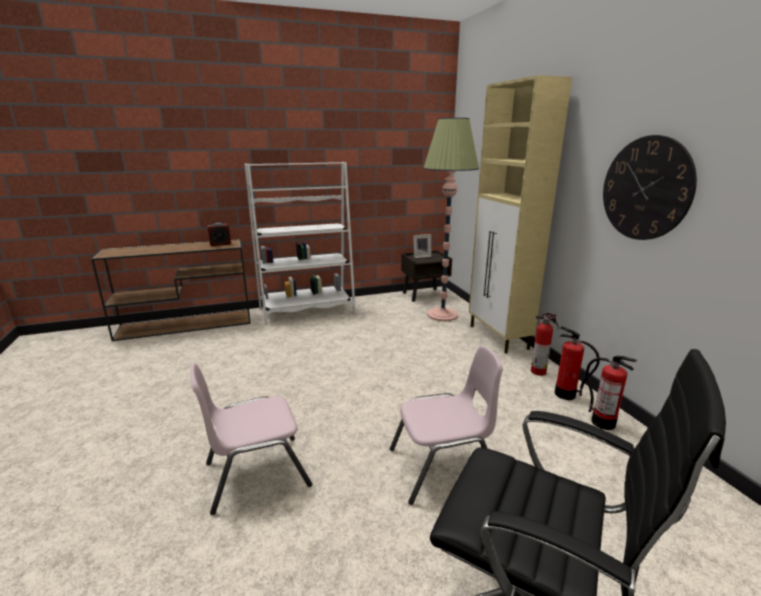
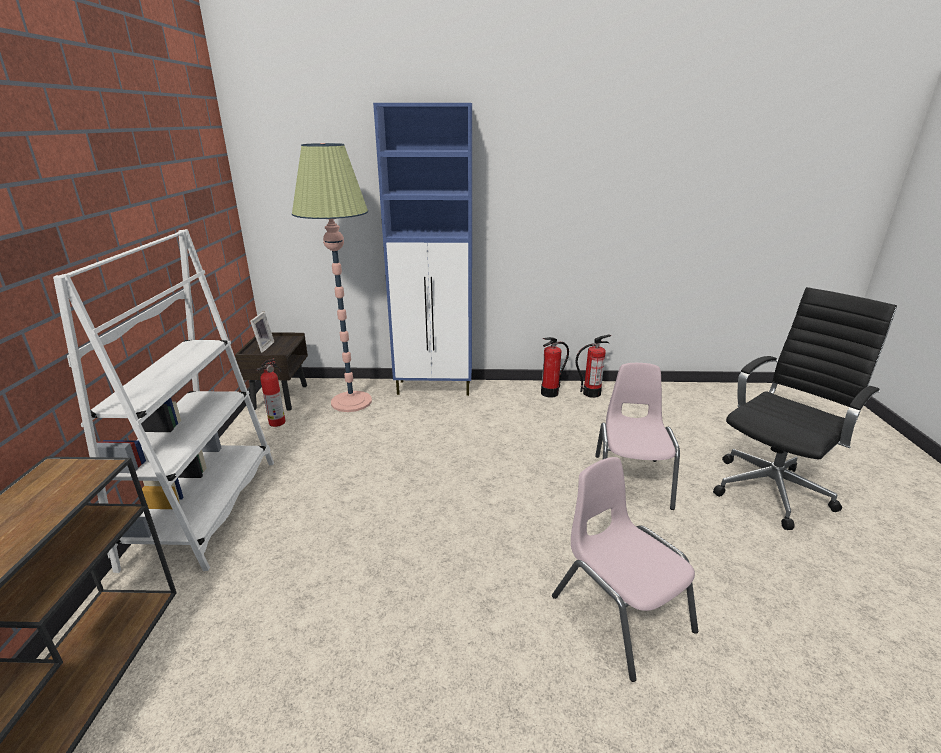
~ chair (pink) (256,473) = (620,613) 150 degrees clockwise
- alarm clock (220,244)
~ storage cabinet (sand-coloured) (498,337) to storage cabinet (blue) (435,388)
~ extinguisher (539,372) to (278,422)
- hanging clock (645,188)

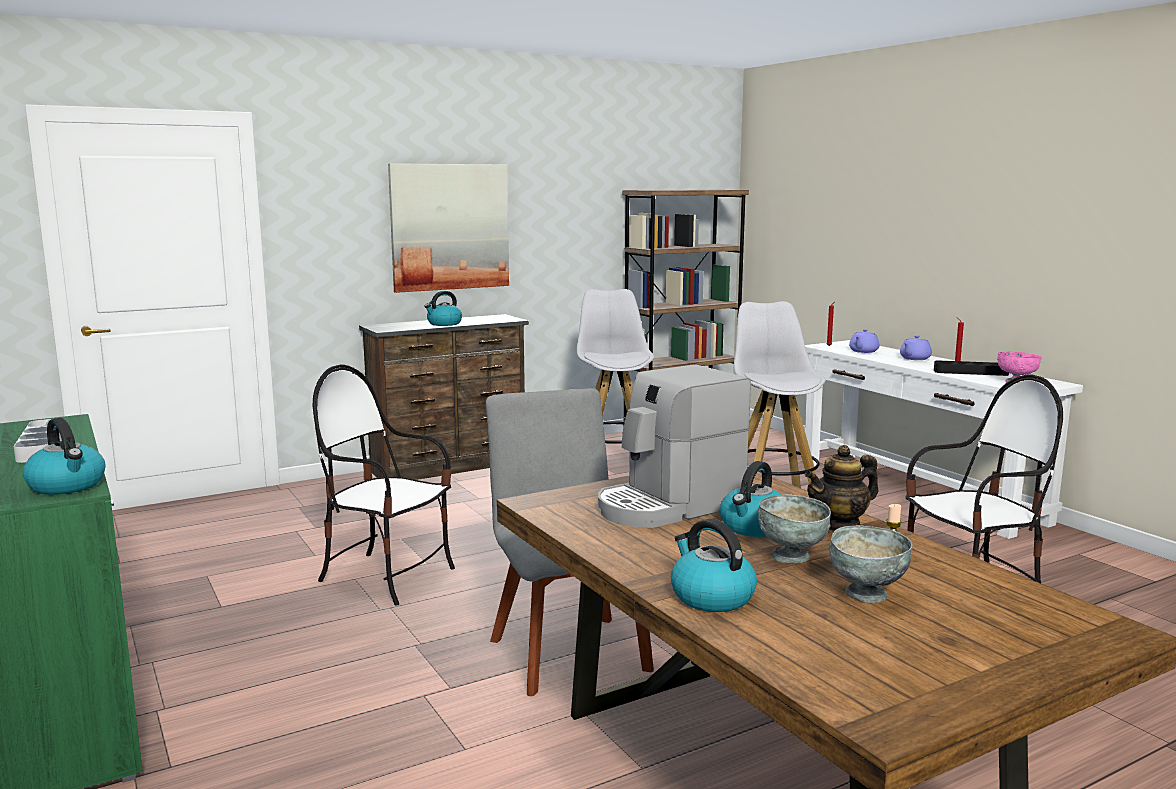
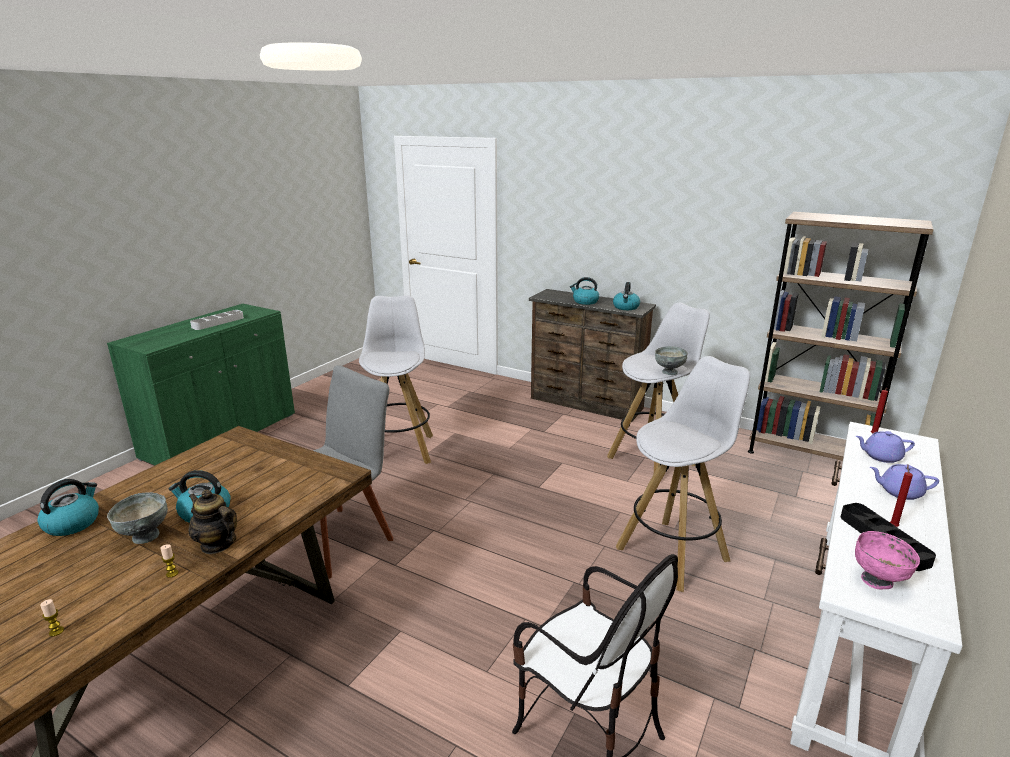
~ kettle (68,486) to (626,307)
~ chair (387,577) to stool seat (white) (399,449)
- picture (449,227)
- coffee maker (668,506)
~ serving bowl (grey) (867,595) to (669,372)
+ wax light (56,631)

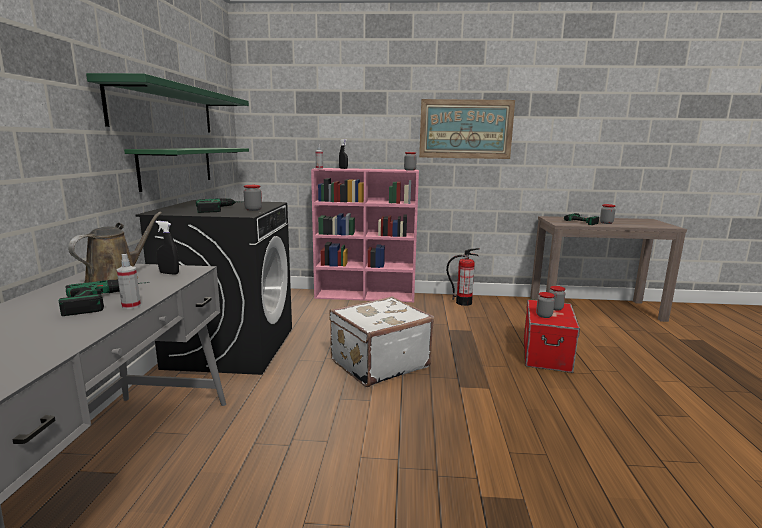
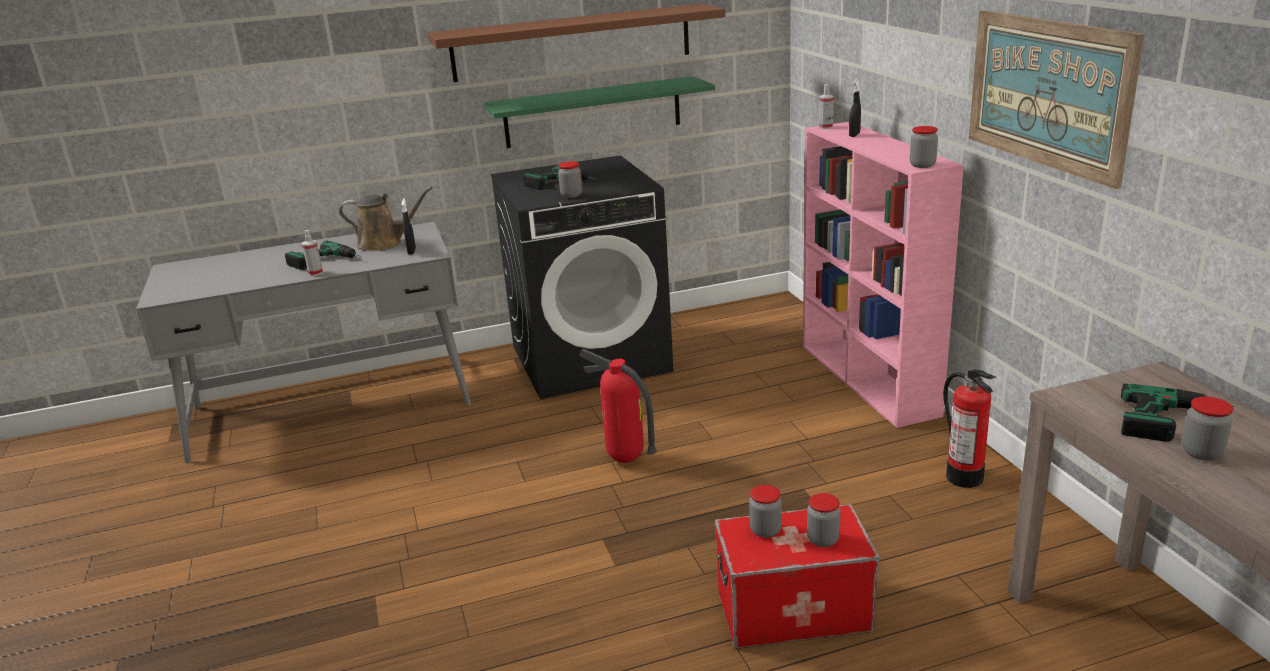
~ bracket shelf (green) (165,110) to bracket shelf (brownish) (572,42)
~ suitcase (white) (378,363) to extinguisher (624,460)

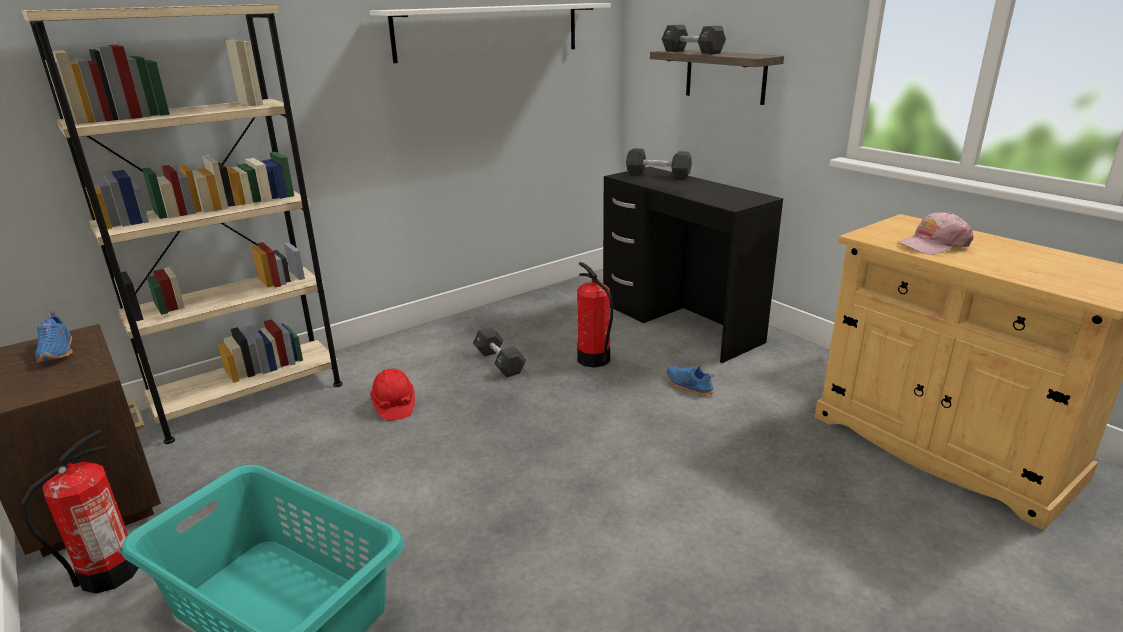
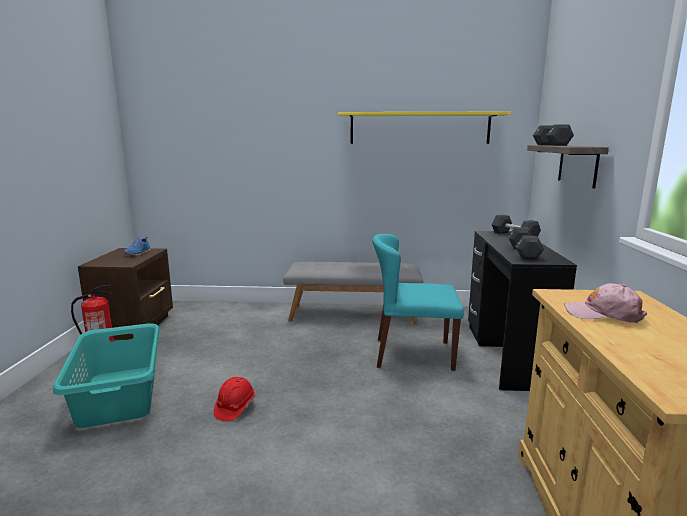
- bookshelf (sand-coloured) (249,397)
~ bracket shelf (white) (489,31) to bracket shelf (yellow-coloured) (419,128)
~ hard hat (reddish) (394,405) to (234,408)
~ dumbbell (blackish) (499,362) to (523,253)
~ extinguisher (593,359) to chair (blue-green) (413,354)
- item of footwear (blue) (688,386)
+ indoor bench (grey) (353,314)

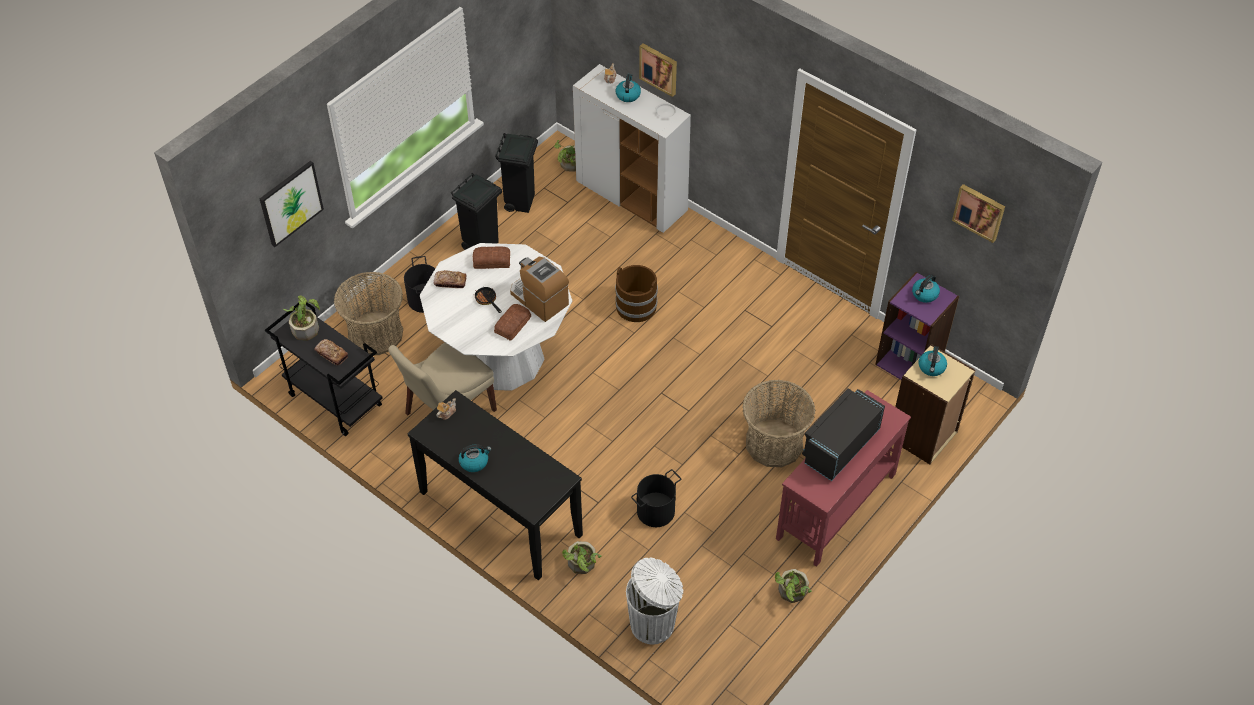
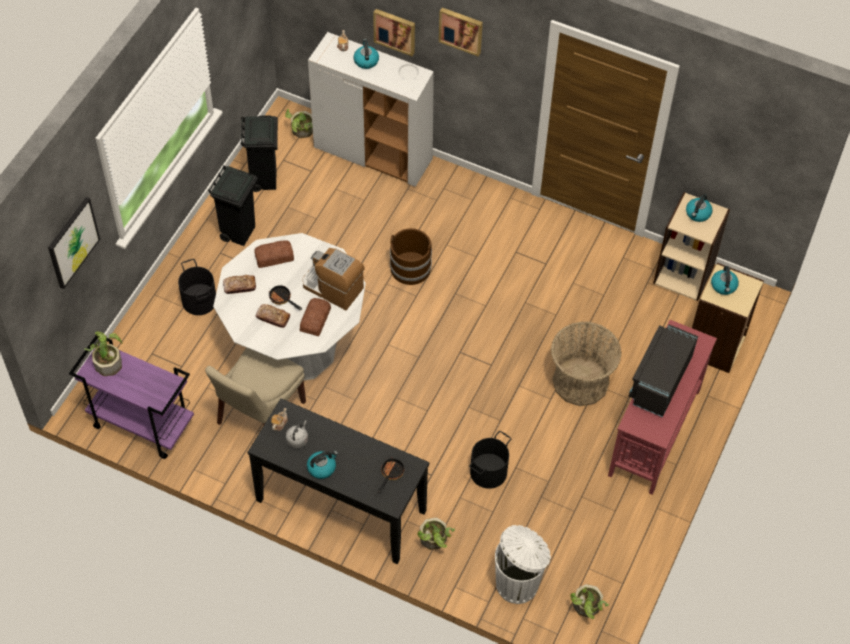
~ trolley (blackish) (334,400) to trolley (purplish) (141,424)
~ bread (331,354) to (273,318)
- household basket (375,333)
~ houseplant (791,594) to (586,608)
~ bookshelf (purplish) (909,362) to bookshelf (sand-coloured) (684,274)
~ picture (979,212) to (461,30)
+ kettle (grey) (297,439)
+ frying pan (390,474)

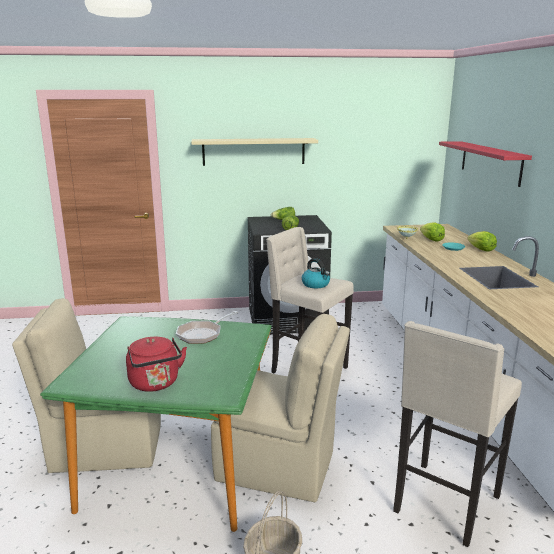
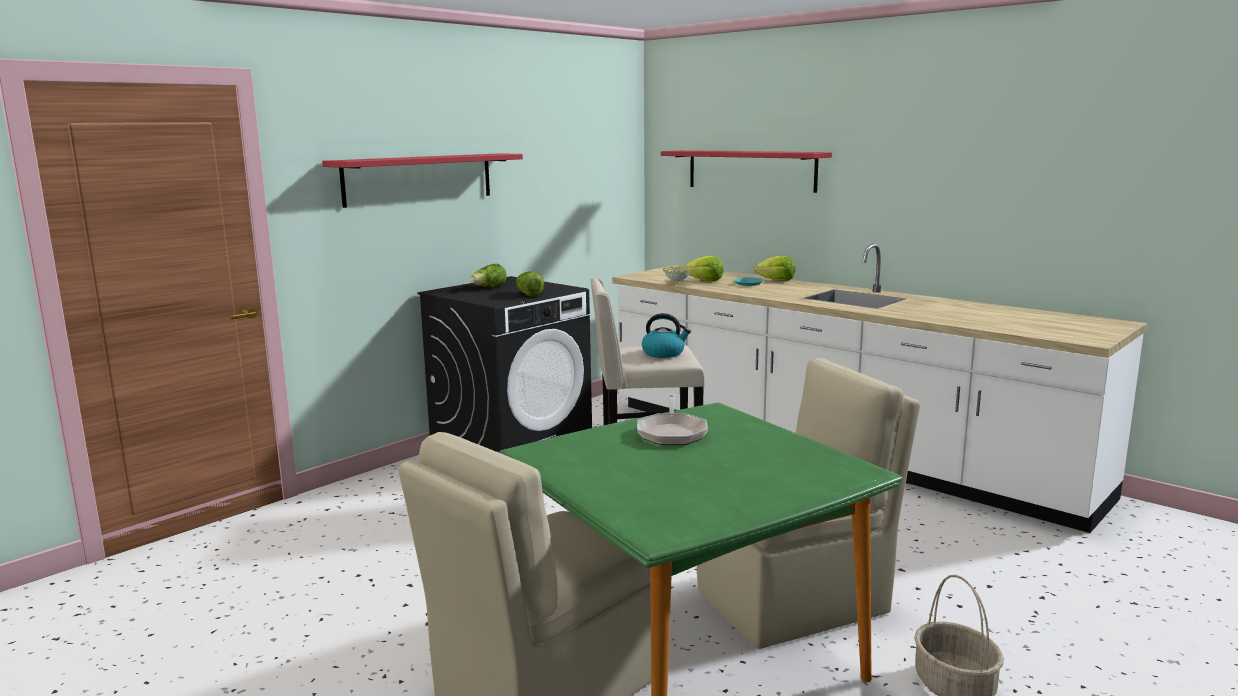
- kettle (reddish) (155,384)
~ bracket shelf (sand-coloured) (253,151) to bracket shelf (reddish) (419,179)
- stool seat (sand-coloured) (444,505)

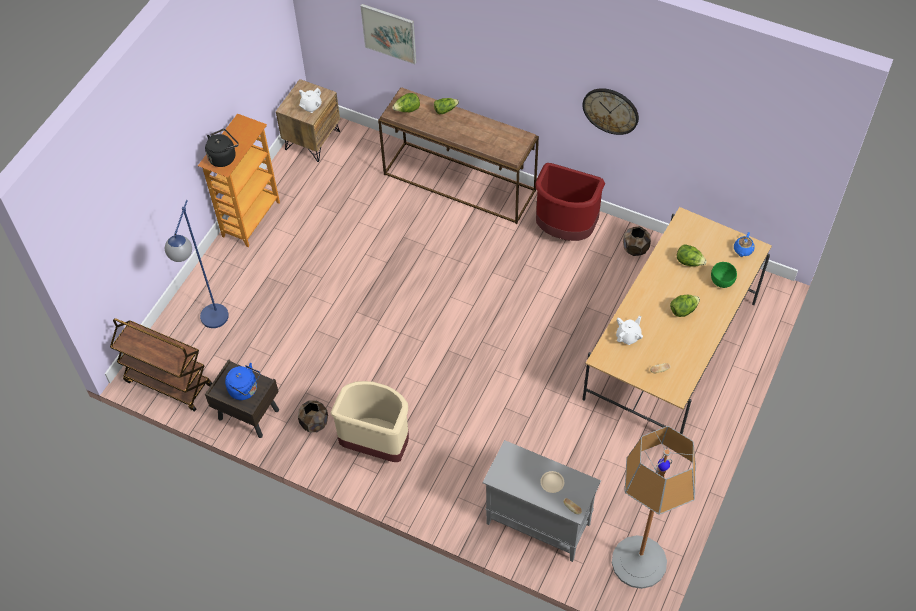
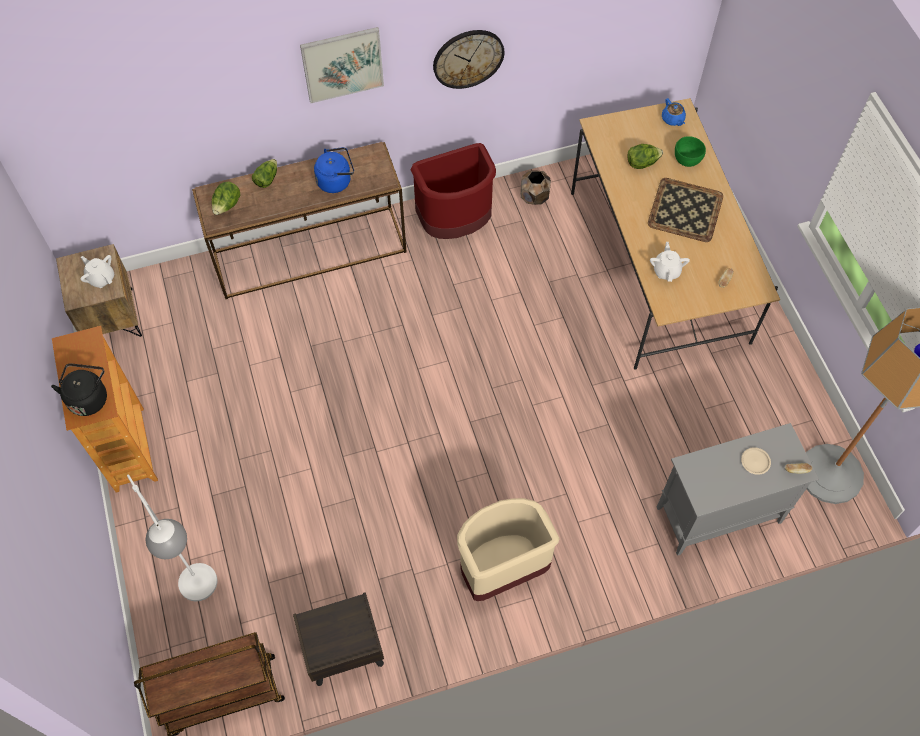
~ standing lamp (blue) (212,325) to standing lamp (white) (205,593)
~ kettle (blue) (245,390) to (336,181)
- flower pot (brownish) (314,423)
~ pot for tea (white) (311,106) = (101,278) 135 degrees clockwise
~ picture (389,33) to (342,64)
~ lettuce (683,310) to carrying tray (684,210)

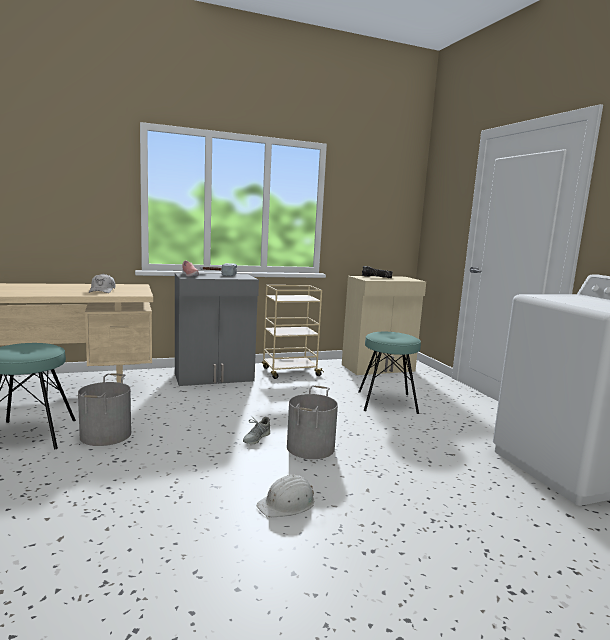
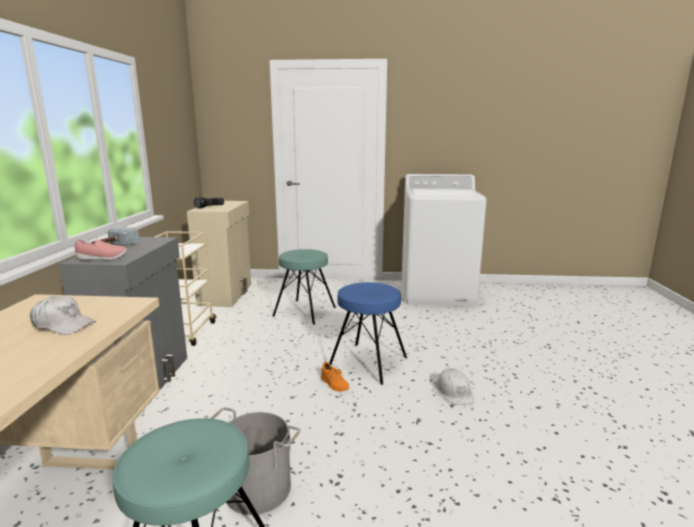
~ item of footwear (grey) (256,438) to item of footwear (orangey) (334,384)
~ pail (grey) (309,447) to stool seat (blue) (367,363)

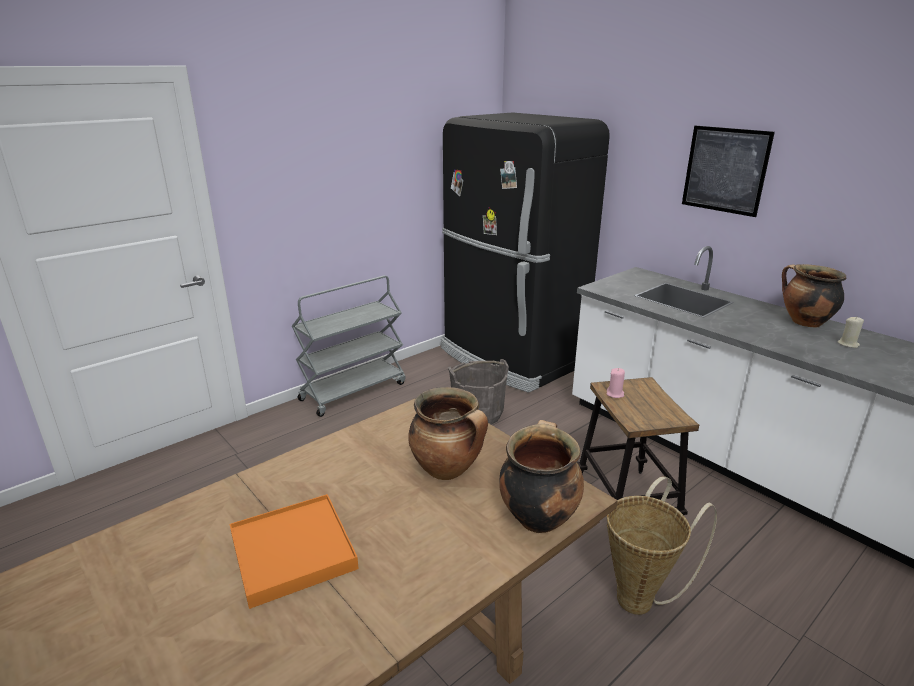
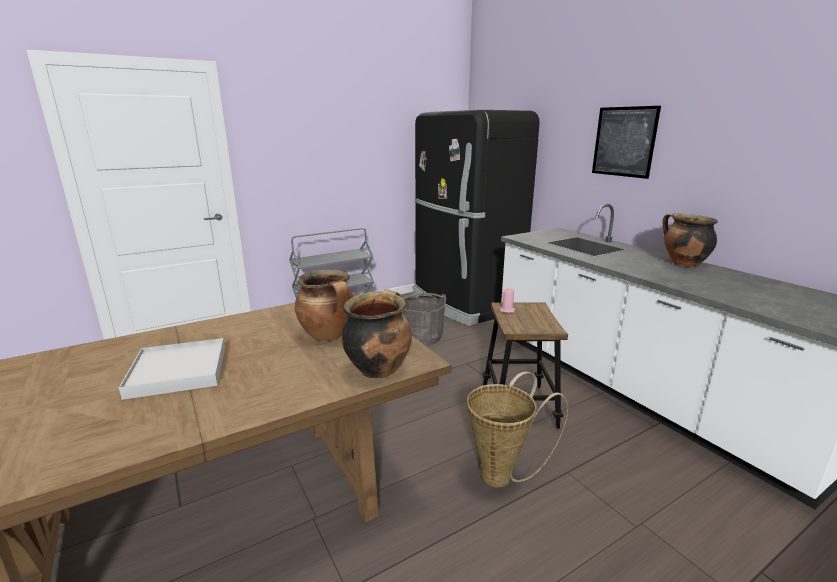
~ carrying tray (orangey) (293,552) to carrying tray (white) (178,371)
- wax light (sand-coloured) (848,344)

